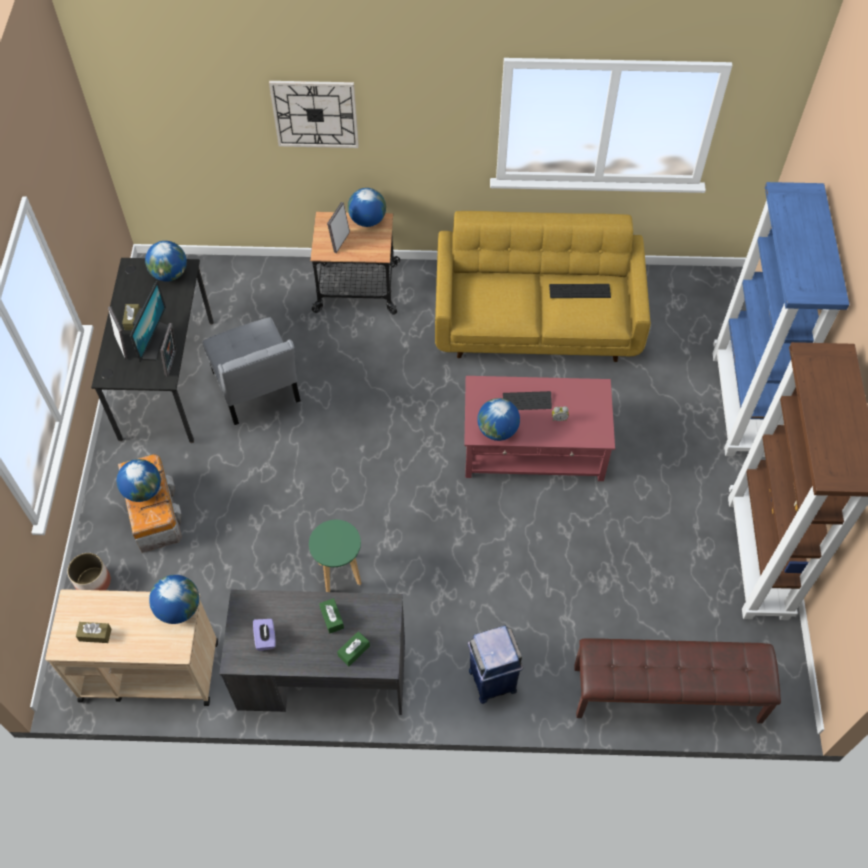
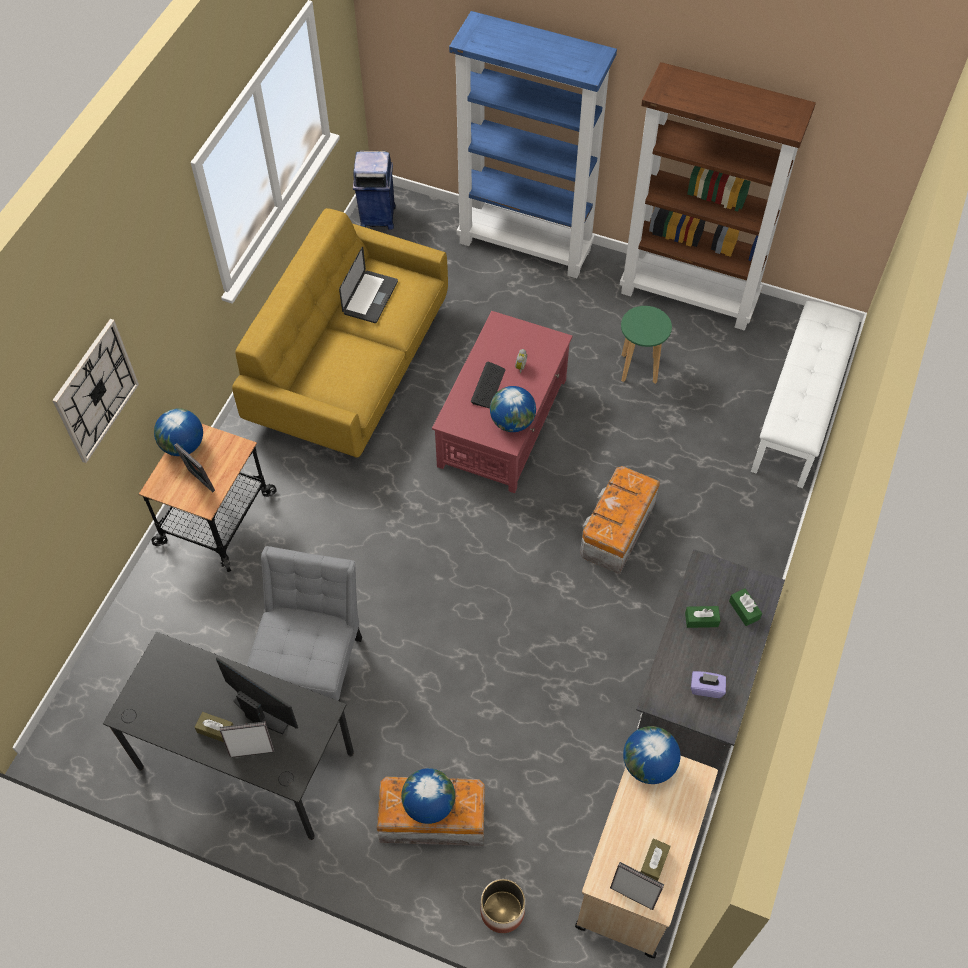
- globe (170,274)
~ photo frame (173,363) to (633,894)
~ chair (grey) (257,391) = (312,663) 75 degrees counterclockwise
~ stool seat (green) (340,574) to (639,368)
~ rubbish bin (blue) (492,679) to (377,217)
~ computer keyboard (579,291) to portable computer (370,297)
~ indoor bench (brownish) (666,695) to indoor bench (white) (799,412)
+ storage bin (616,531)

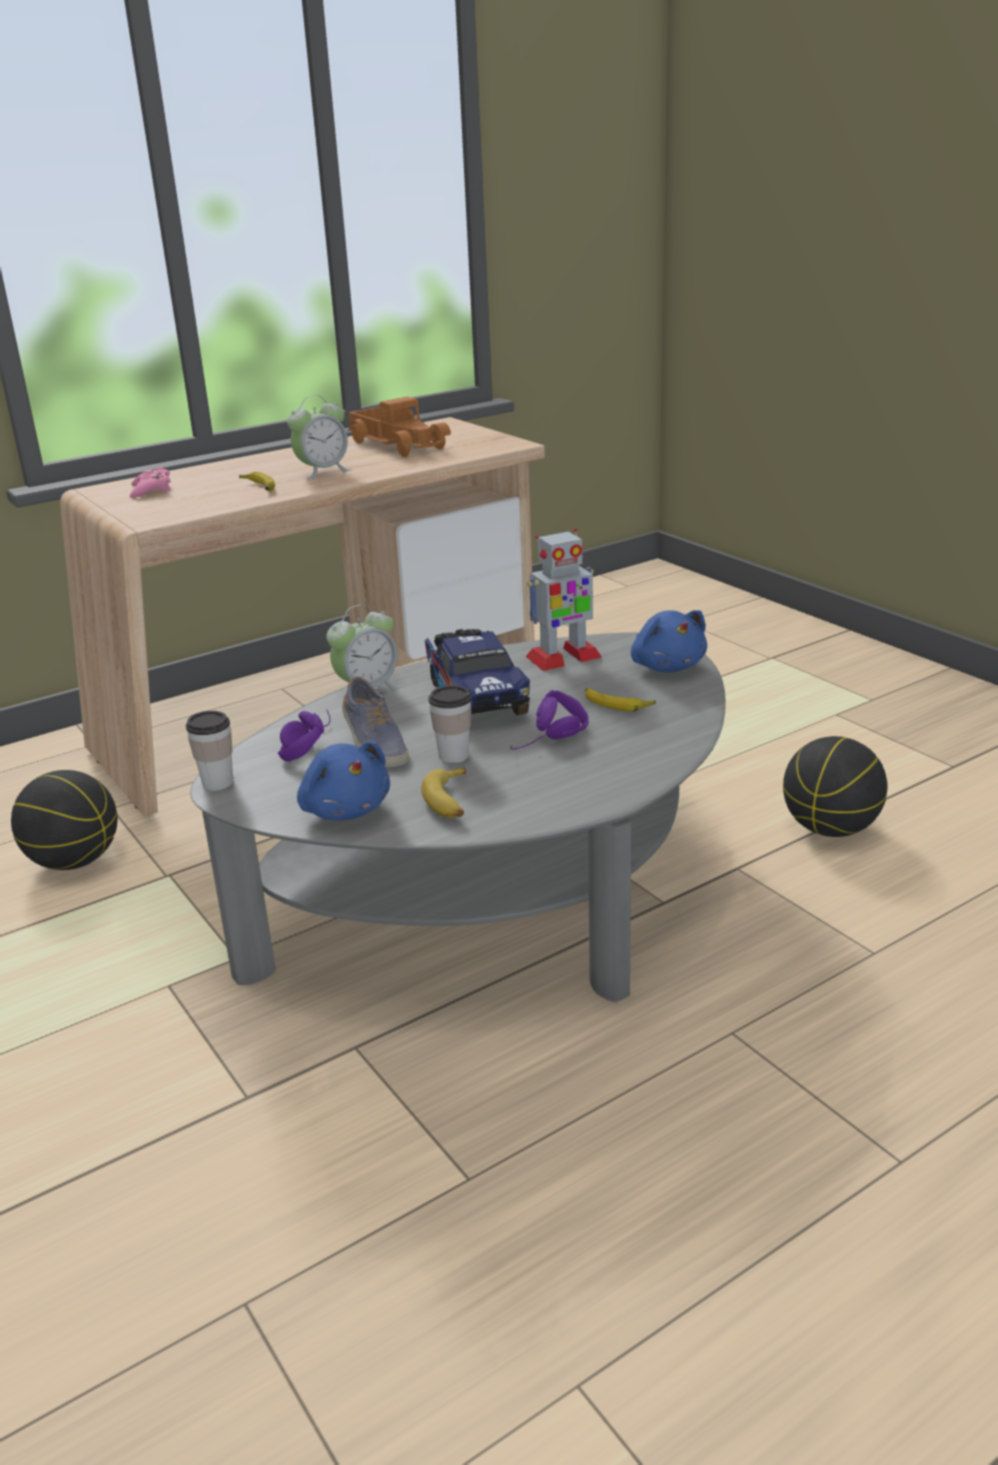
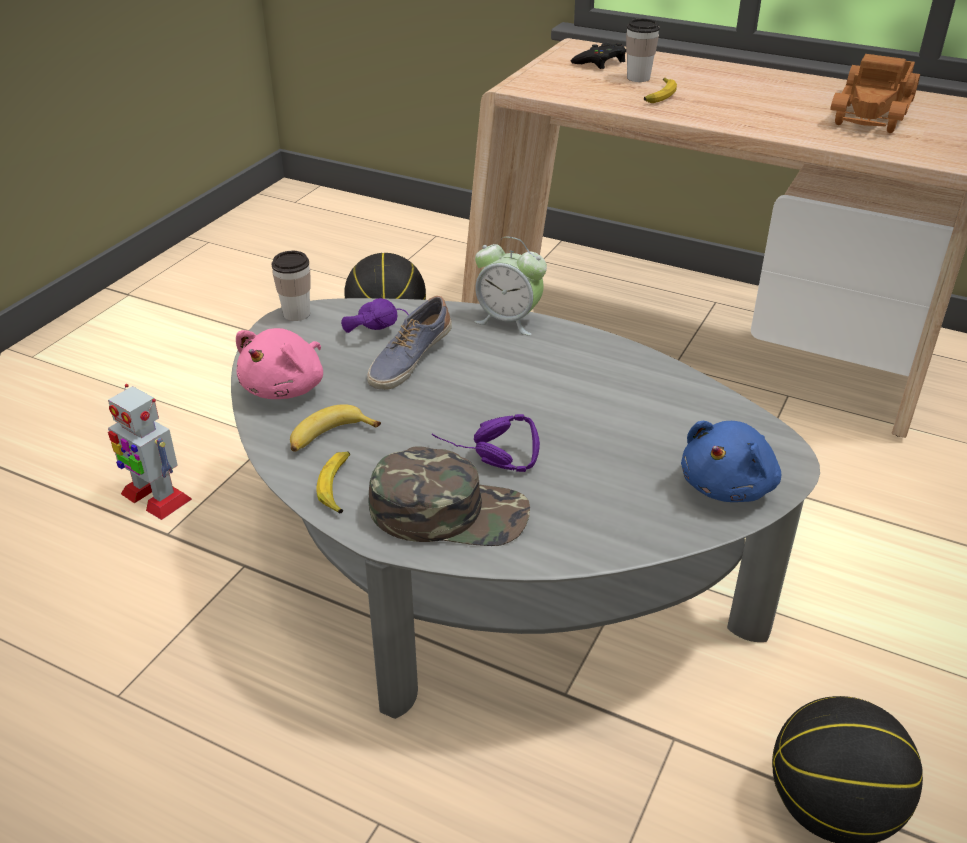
~ game controller (pink) (151,490) to game controller (blackish) (600,62)
- alarm clock (322,472)
~ cuddly toy (blue) (345,809) to cuddly toy (pink) (286,387)
- model truck (476,696)
~ small cup (454,756) to (638,78)
~ toy robot (563,657) to (155,496)
~ banana fruit (616,704) to (337,487)
+ cap (green) (449,511)

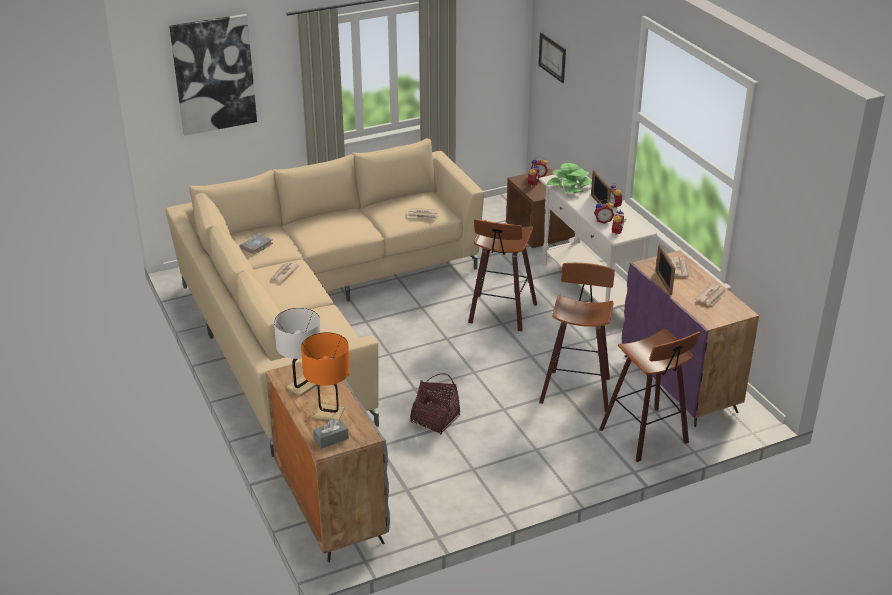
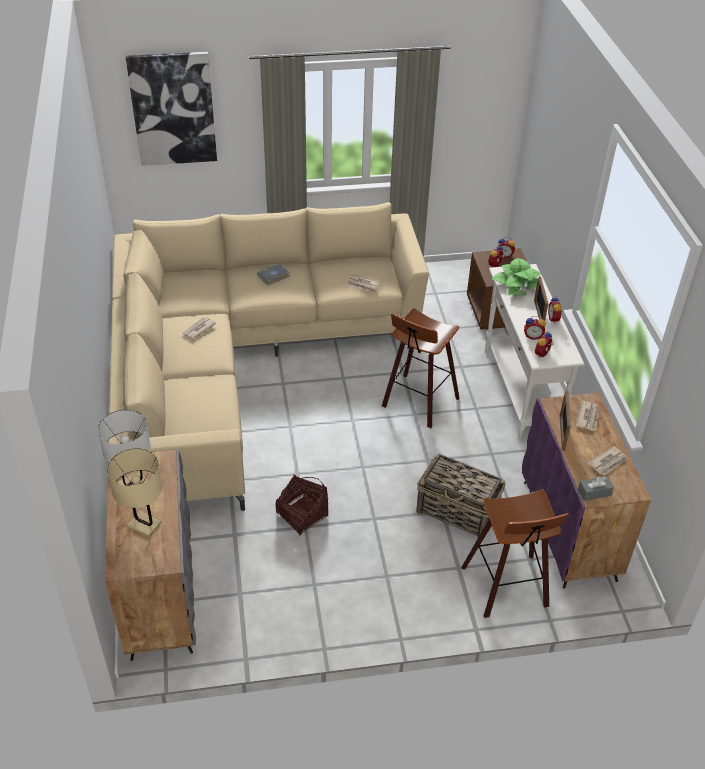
~ volume (grey) (257,246) to (273,277)
~ table lamp (orangey) (329,413) to table lamp (sand-coloured) (144,524)
~ box of tissues (grey) (331,439) to (594,492)
- picture (552,57)
~ stool seat (576,389) to household basket (458,511)

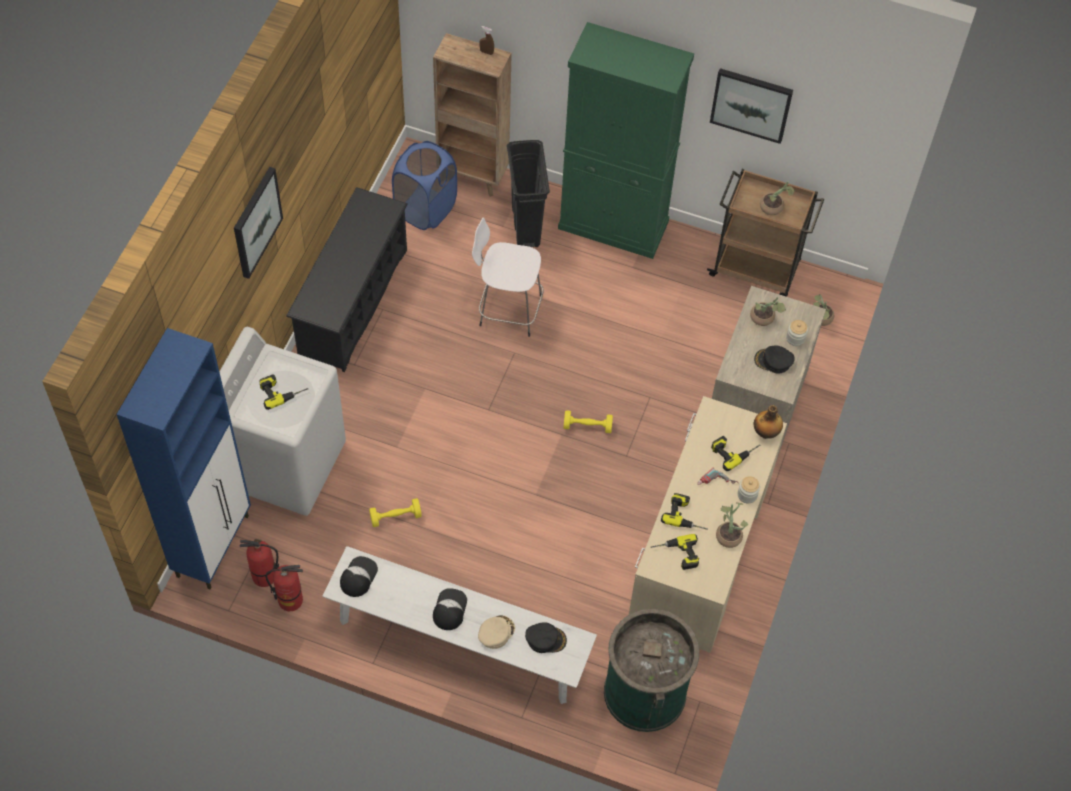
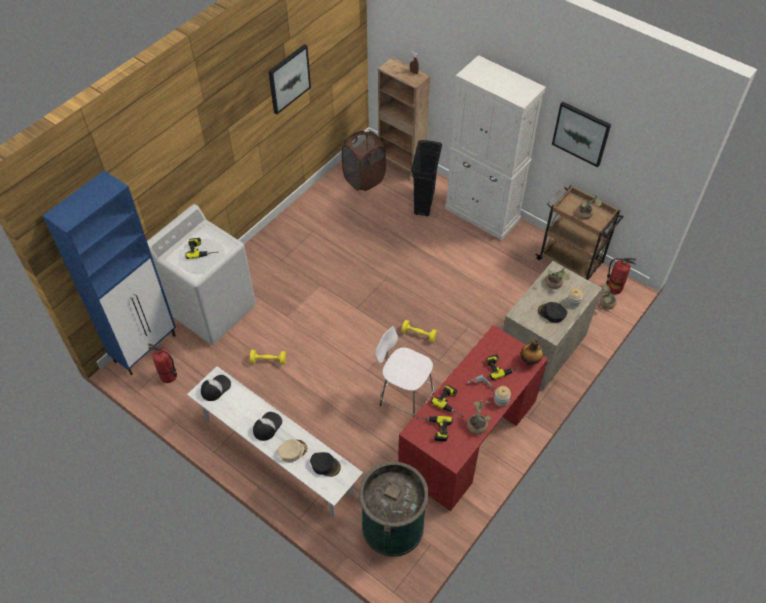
~ picture (256,222) to (288,78)
~ extinguisher (290,600) to (614,288)
- shoe shelf (blackish) (352,302)
~ laundry basket (blue) (425,209) to laundry basket (brownish) (364,179)
~ stool seat (white) (508,309) to (405,398)
~ storage cabinet (green) (613,225) to storage cabinet (white) (482,214)
~ desk unit (sand-coloured) (699,549) to desk unit (reddish) (467,436)

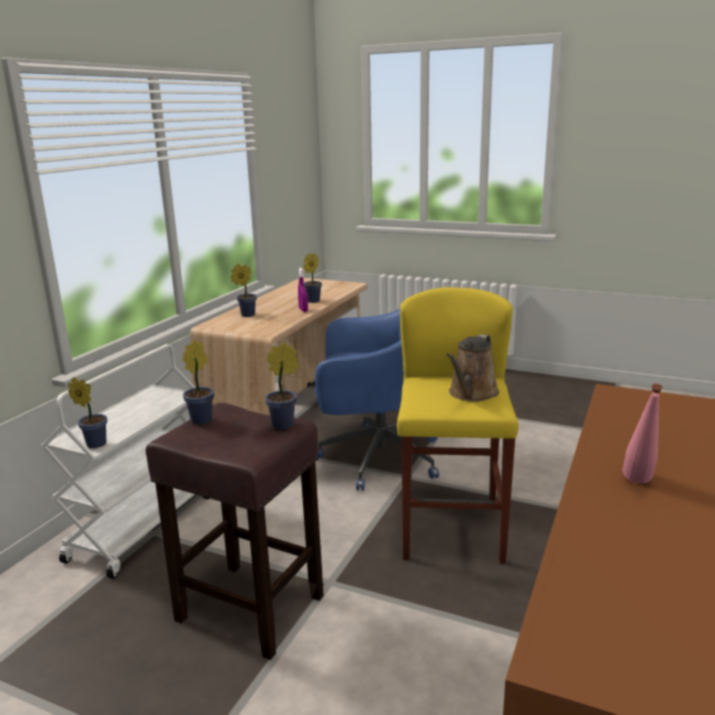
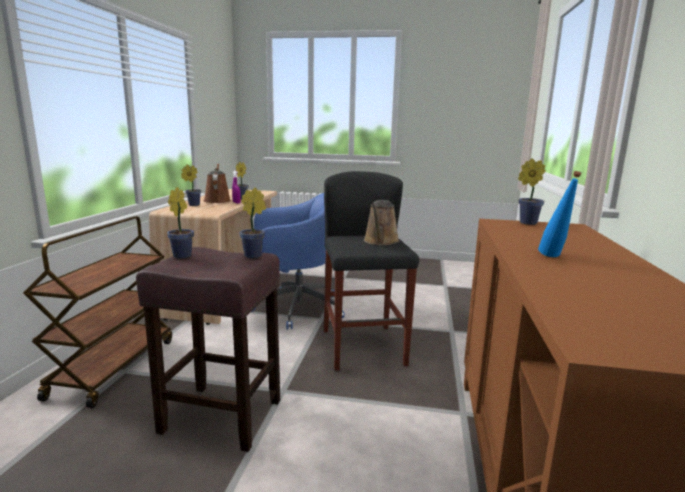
~ trolley (white) (143,526) to trolley (brownish) (114,367)
~ houseplant (94,444) to (525,223)
~ stool seat (yellow-coloured) (451,527) to stool seat (blackish) (363,347)
~ drink bottle (pink) (638,485) to drink bottle (blue) (554,258)
+ watering can (brownish) (217,200)

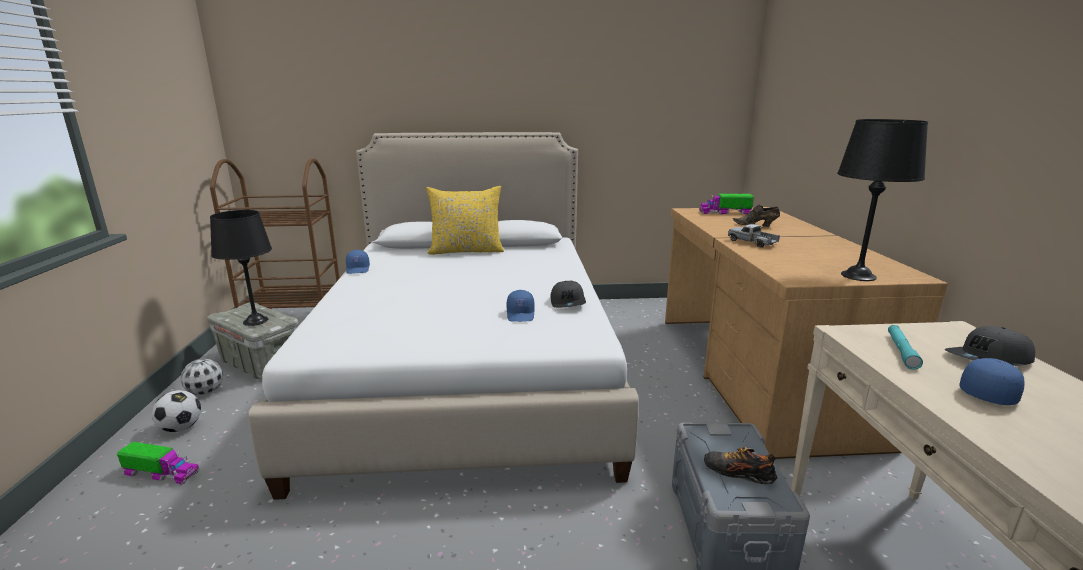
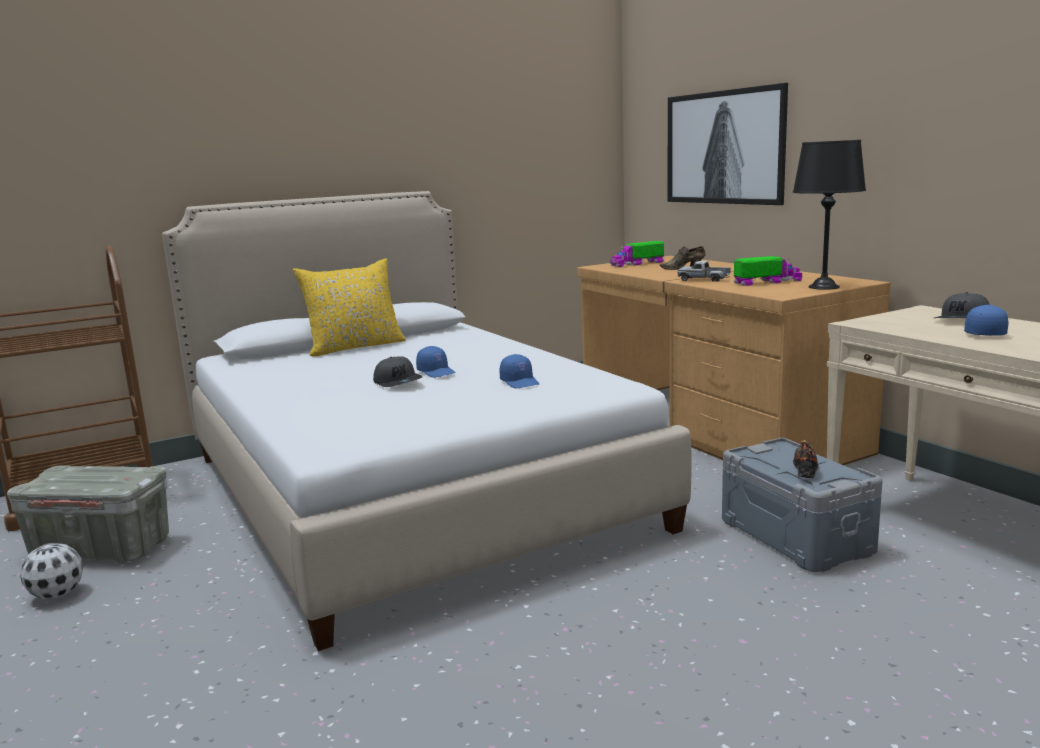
~ model truck (161,473) to (767,282)
- ball for football (181,428)
- table lamp (blackish) (255,321)
~ cap (blue) (358,269) to (437,372)
~ cap (grey) (568,302) to (398,382)
~ item of footwear (738,473) = (805,469) 105 degrees clockwise
- torch (blue-green) (901,351)
+ picture (725,147)

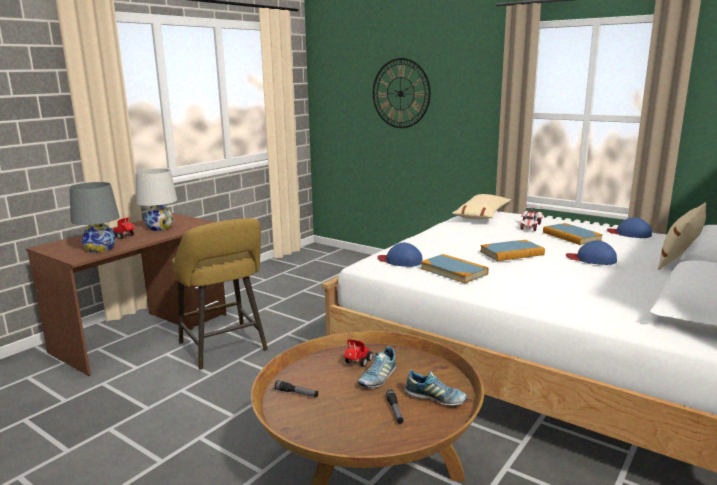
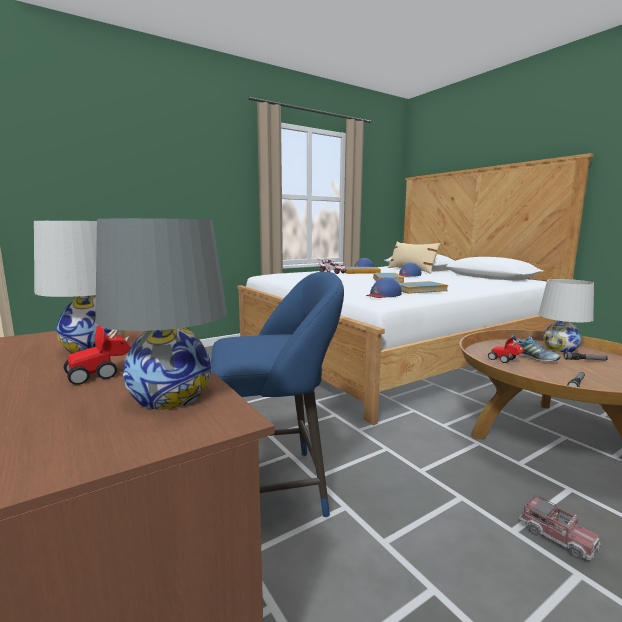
~ stool seat (yellow-coloured) (225,349) to stool seat (blue) (275,487)
- hanging clock (400,93)
~ item of footwear (435,398) to table lamp (white) (560,348)
- pillow (sand-coloured) (482,215)
+ model truck (557,537)

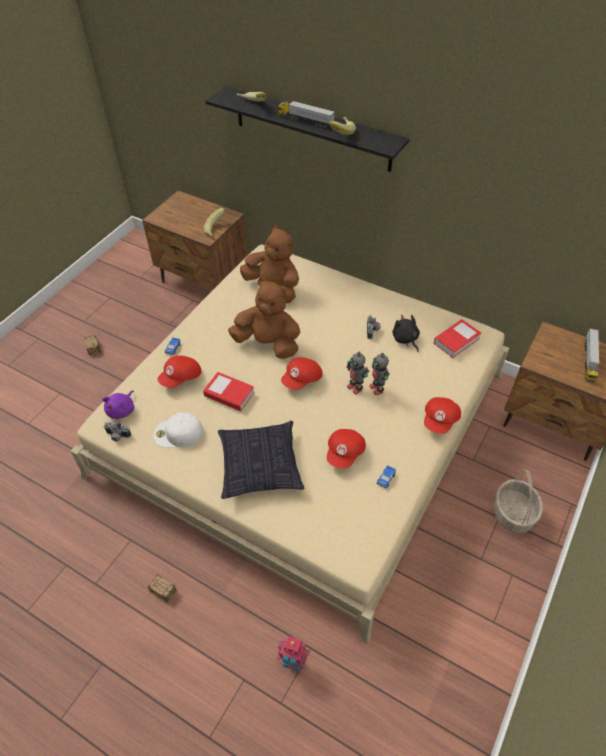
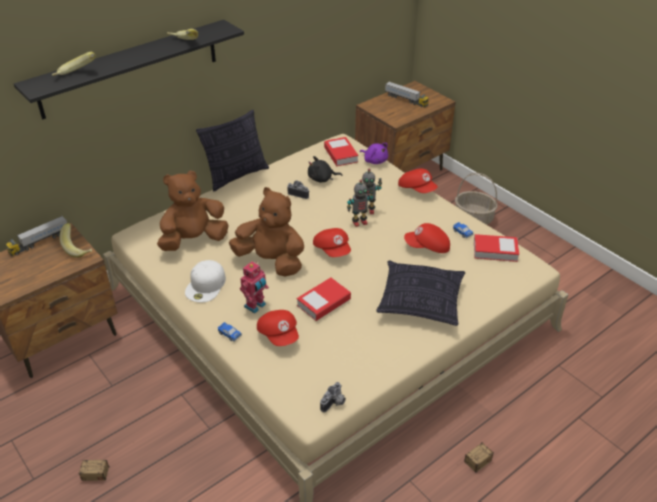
~ cuddly toy (purplish) (122,410) to (374,160)
~ cap (white) (178,433) to (206,285)
~ cuddly toy (brownish) (268,343) = (271,261) 75 degrees clockwise
~ toy robot (293,662) to (256,306)
~ model truck (305,121) to (39,242)
~ cap (reddish) (345,453) = (427,247) 135 degrees clockwise
+ pillow (236,175)
+ volume (495,251)

